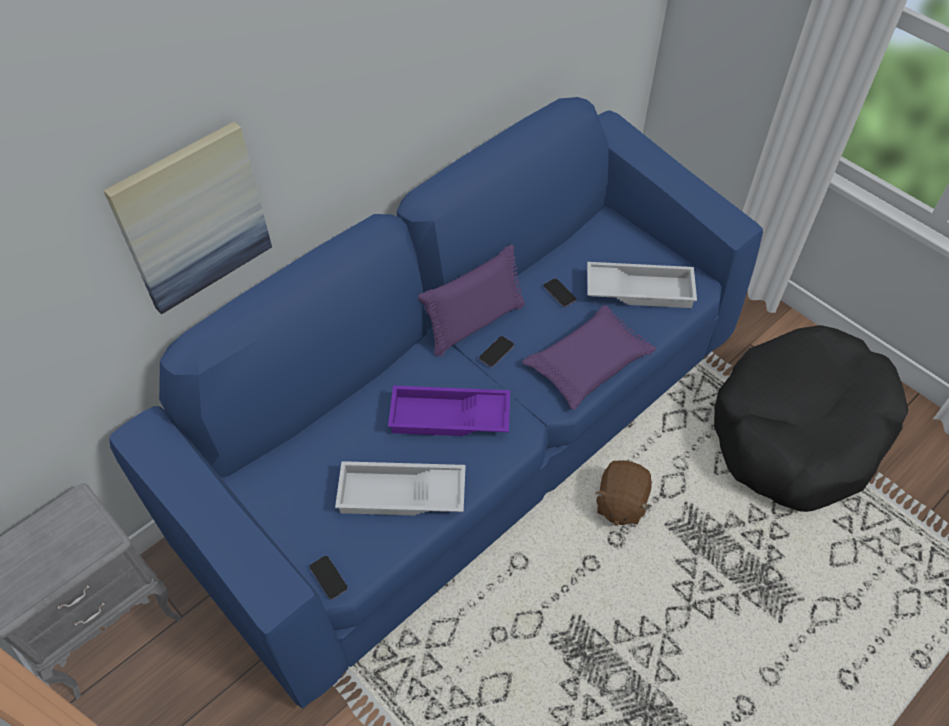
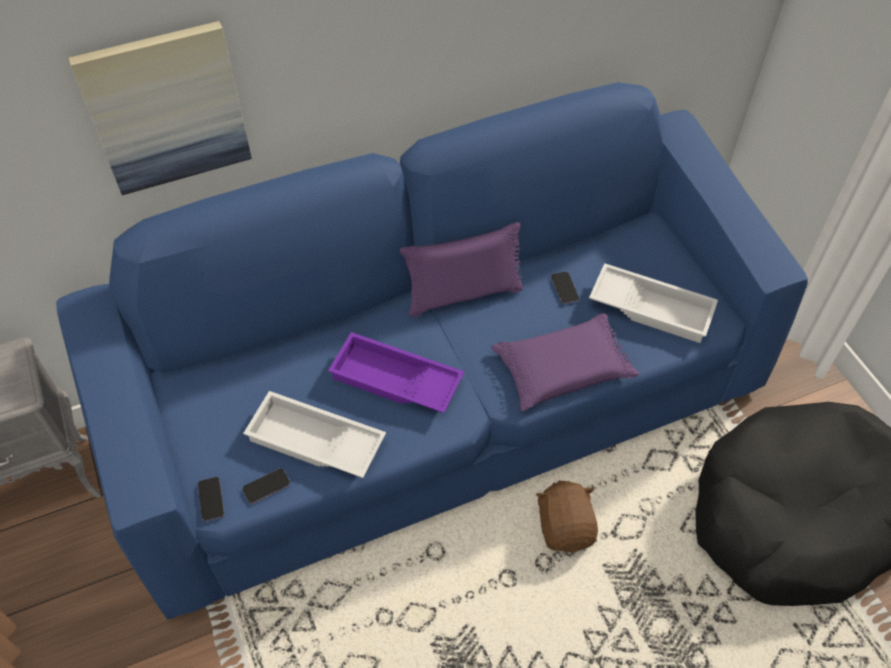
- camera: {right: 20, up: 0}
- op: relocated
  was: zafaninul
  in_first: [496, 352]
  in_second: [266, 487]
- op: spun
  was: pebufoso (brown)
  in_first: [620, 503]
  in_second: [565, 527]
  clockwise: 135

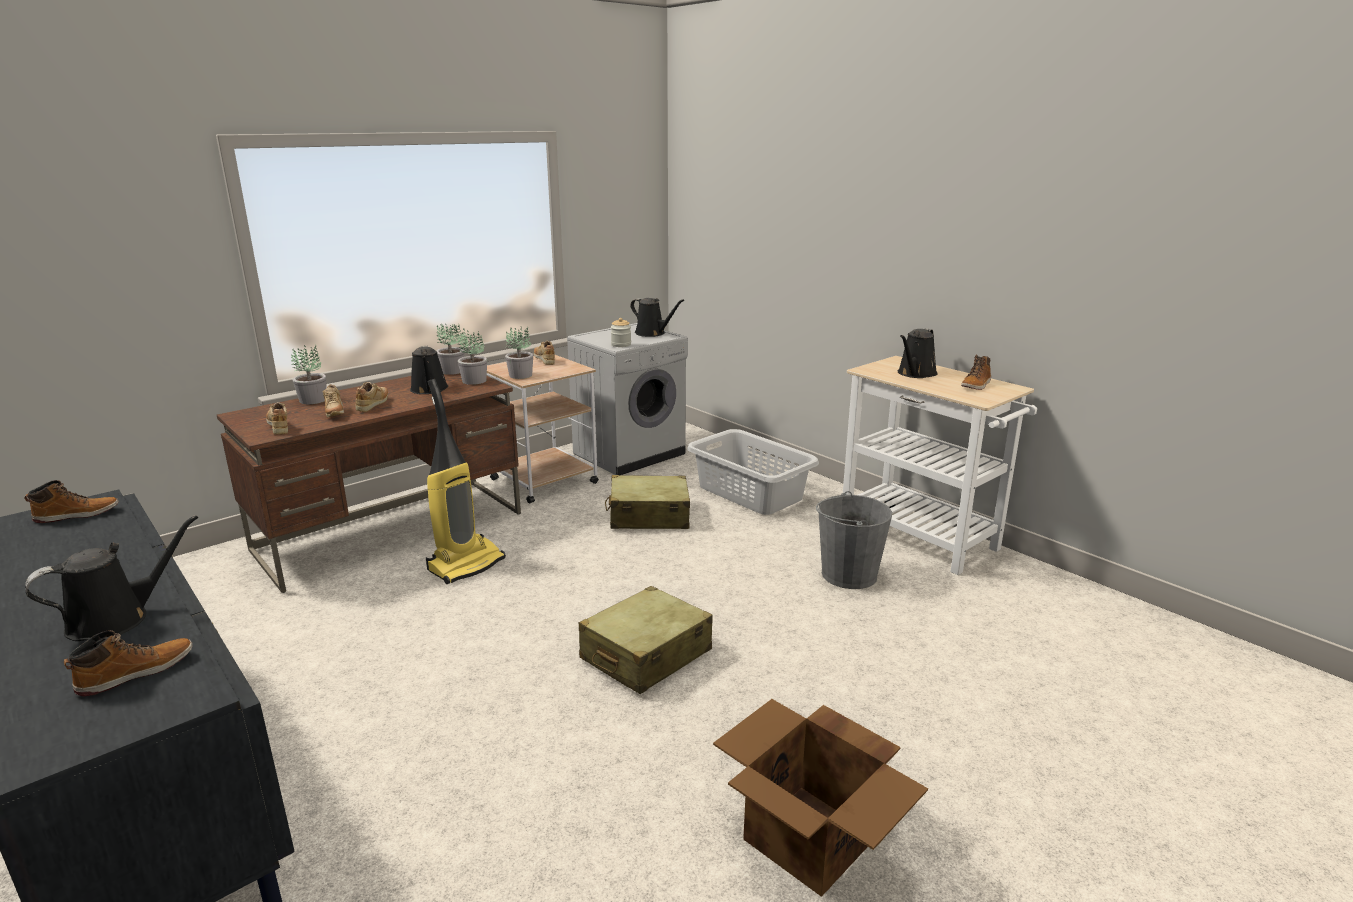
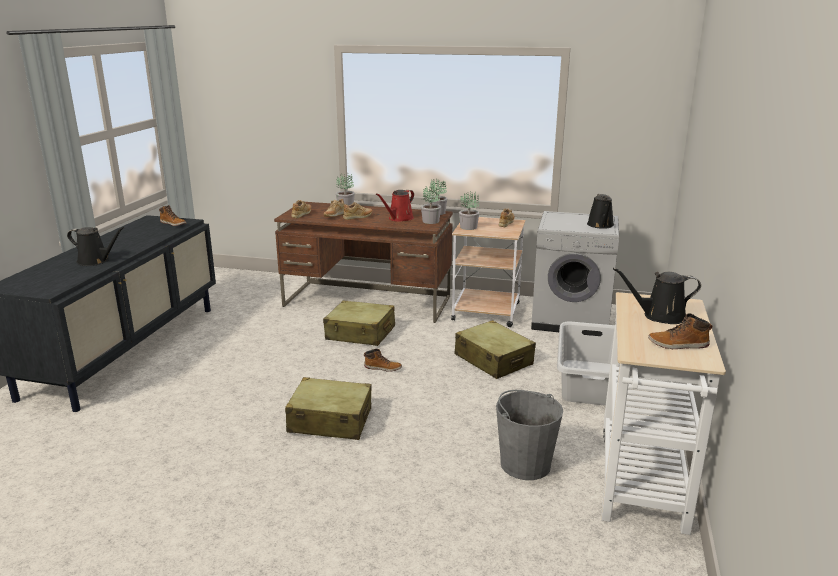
- camera: {right: 55, up: 0}
- op: relocated
  was: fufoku
  in_first: [136, 672]
  in_second: [383, 368]
- op: colour
  was: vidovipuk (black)
  now: vidovipuk (red)
  in_first: [429, 390]
  in_second: [399, 218]
- op: exchanged
  was: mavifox
  now: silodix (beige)
  in_first: [466, 564]
  in_second: [360, 333]
- op: missing
  was: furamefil
  in_first: [621, 345]
- op: missing
  was: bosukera
  in_first: [811, 839]

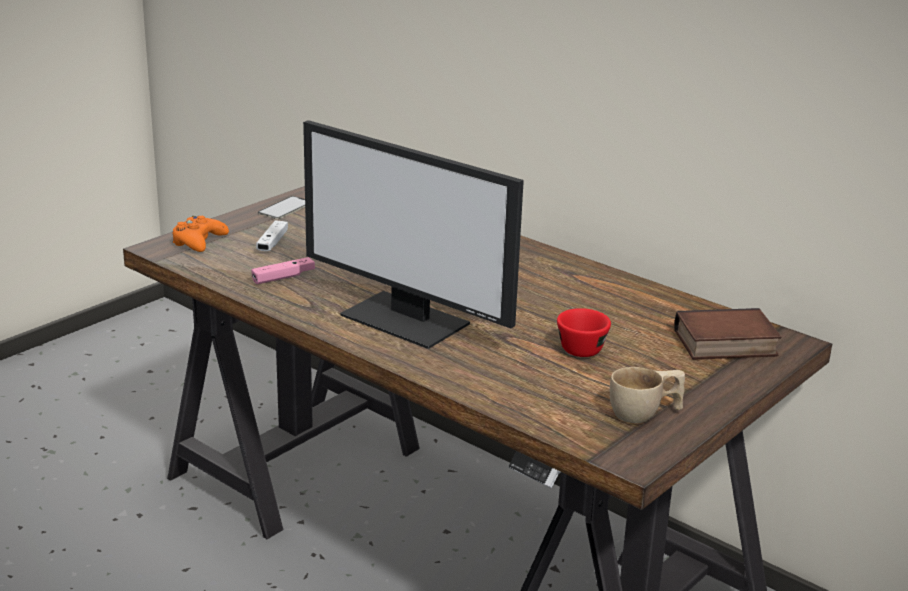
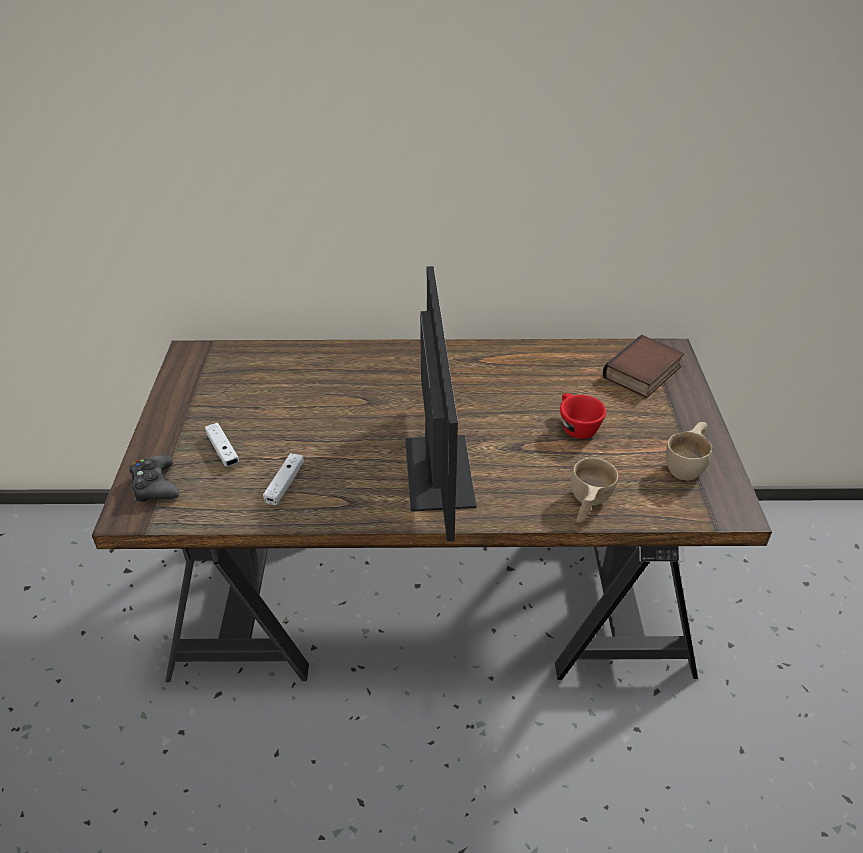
- camera: {right: -40, up: 15}
- op: colour
  was: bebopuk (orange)
  now: bebopuk (black)
  in_first: [199, 242]
  in_second: [155, 485]
- op: colour
  was: bebopuk (pink)
  now: bebopuk (white)
  in_first: [283, 277]
  in_second: [285, 484]
- op: missing
  was: zafaninul
  in_first: [285, 208]
- op: spun
  was: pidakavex
  in_first: [407, 319]
  in_second: [436, 471]
  clockwise: -90
- op: appeared
  now: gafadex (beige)
  in_second: [587, 503]

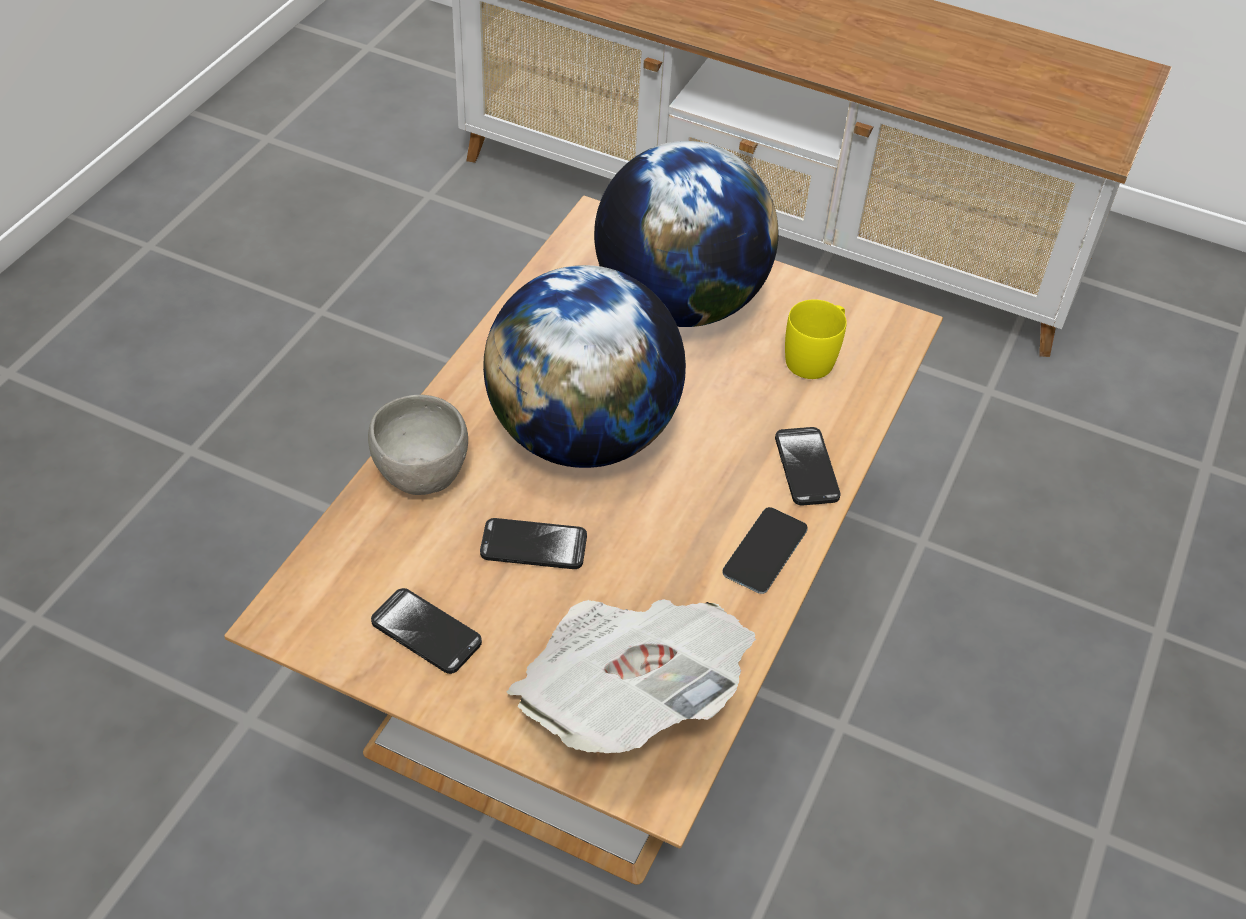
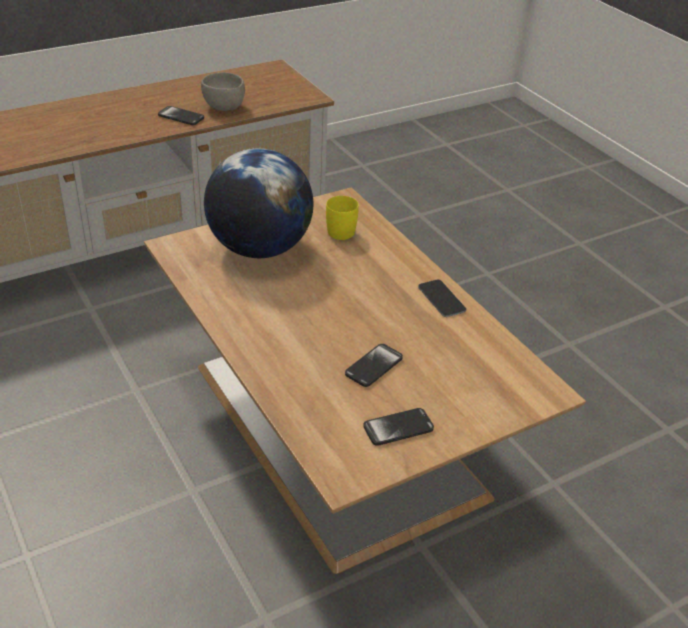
- camera: {right: -55, up: -10}
- op: relocated
  was: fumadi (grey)
  in_first: [419, 474]
  in_second: [224, 107]
- op: missing
  was: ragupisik
  in_first: [582, 434]
- op: missing
  was: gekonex
  in_first: [624, 697]
- op: relocated
  was: zafaninul
  in_first: [806, 468]
  in_second: [181, 117]

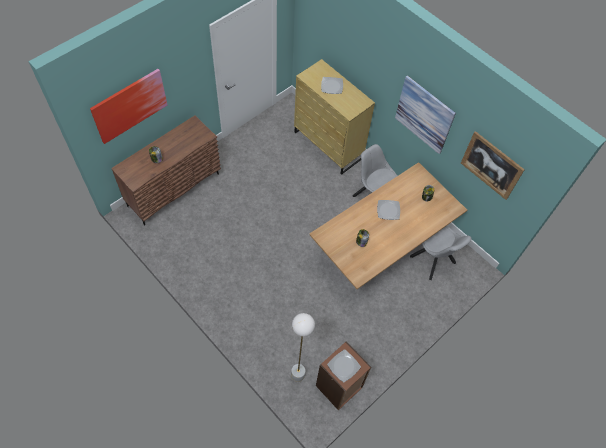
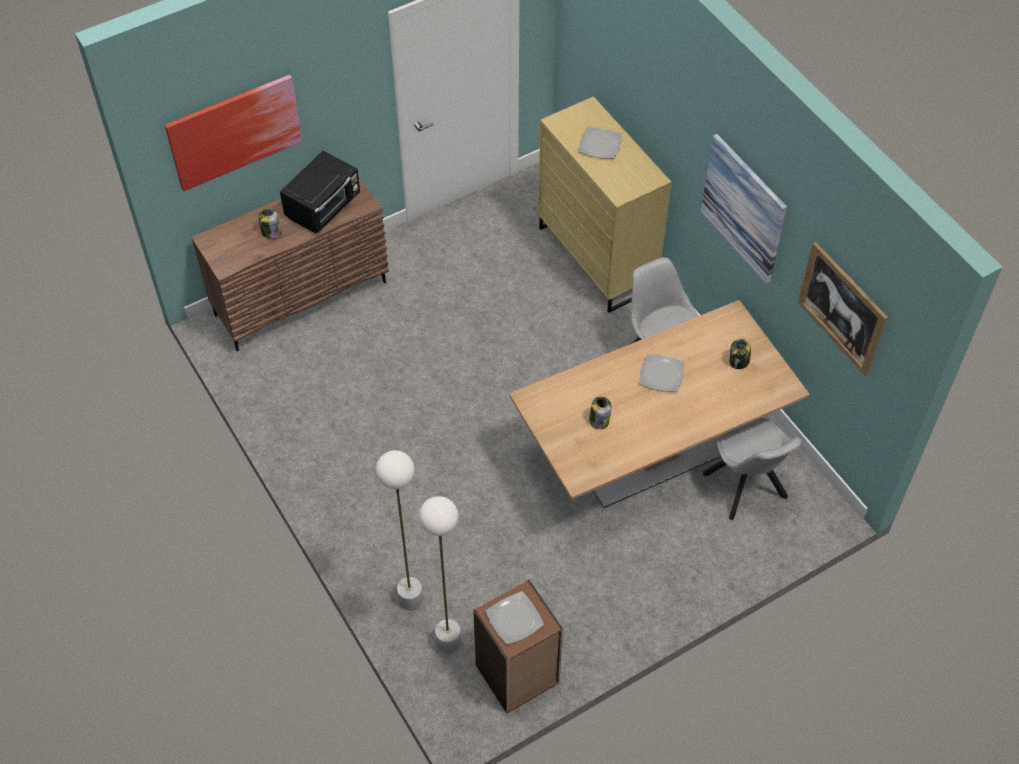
- camera: {right: 15, up: -5}
- op: appeared
  now: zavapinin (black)
  in_second: [324, 207]
- op: appeared
  now: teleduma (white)
  in_second: [410, 599]

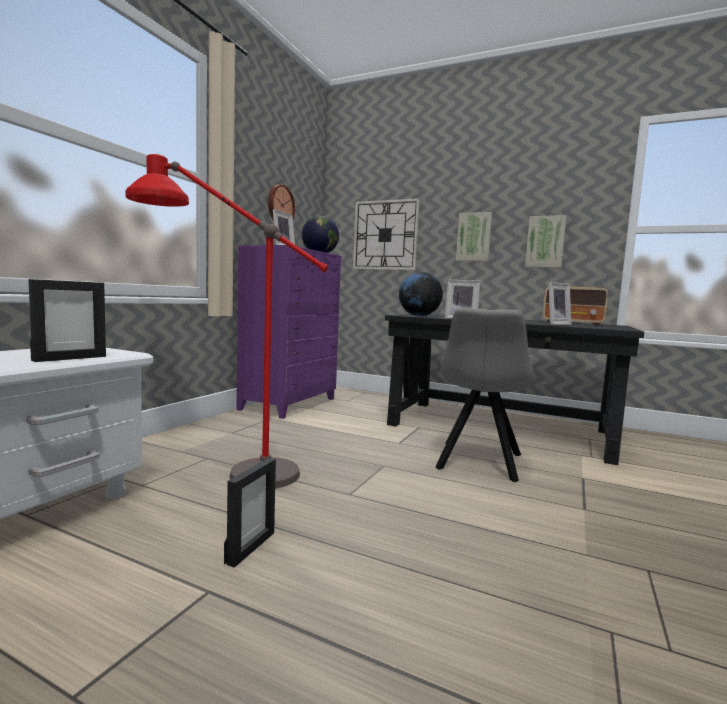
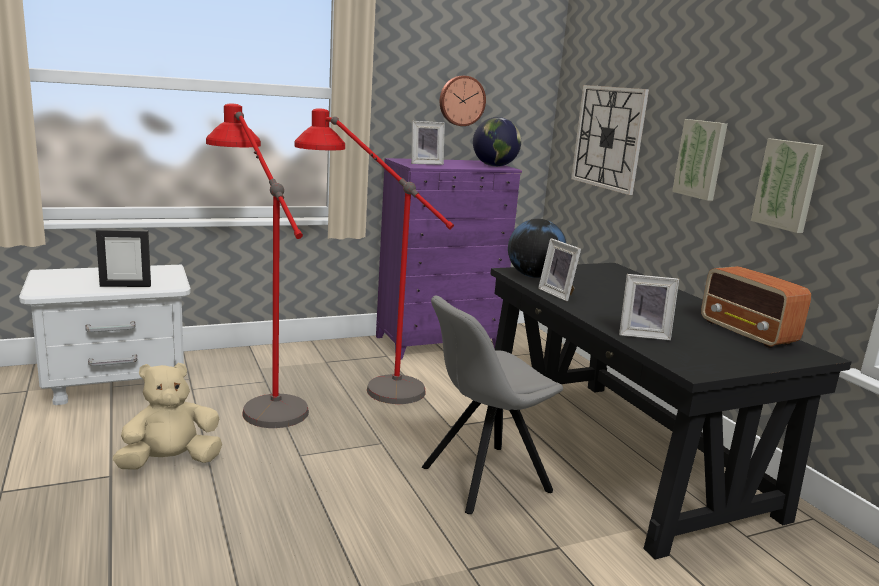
- camera: {right: 40, up: 10}
- op: exchanged
  was: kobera
  now: pebufoso (beige)
  in_first: [250, 547]
  in_second: [170, 462]
- op: appeared
  now: teleduma (red)
  in_second: [362, 379]

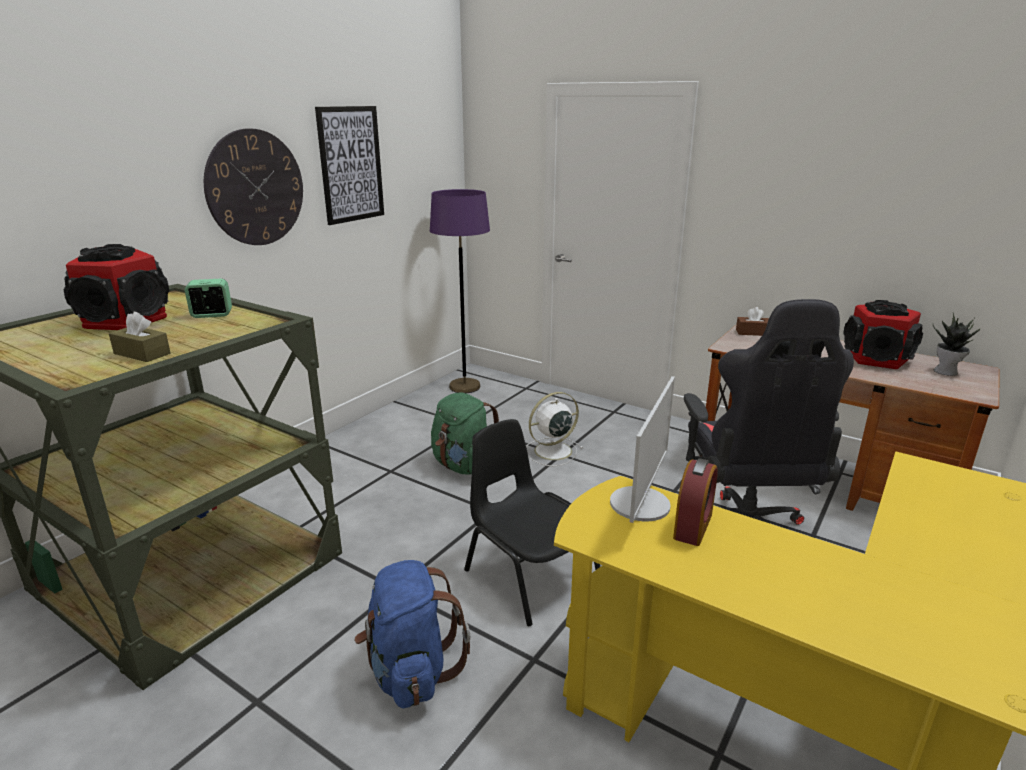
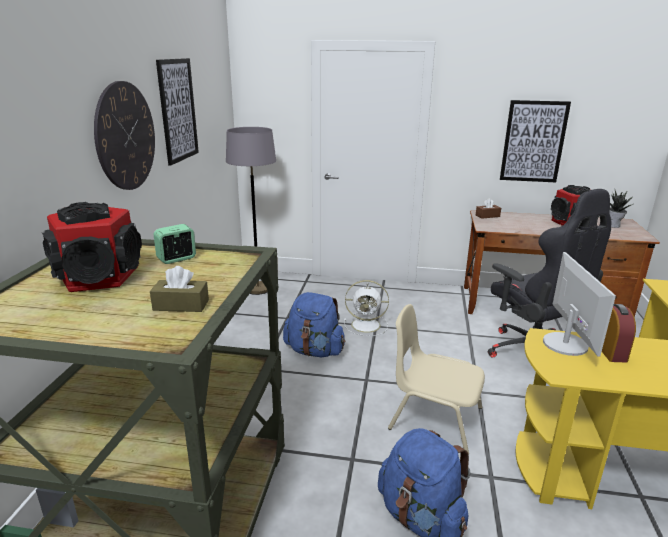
- camera: {right: -25, up: 0}
- op: colour
  was: teleduma (purple)
  now: teleduma (grey)
  in_first: [464, 387]
  in_second: [258, 289]
- op: colour
  was: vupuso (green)
  now: vupuso (blue)
  in_first: [463, 466]
  in_second: [314, 351]
- op: colour
  was: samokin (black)
  now: samokin (beige)
  in_first: [530, 574]
  in_second: [434, 418]
- op: spun
  was: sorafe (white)
  in_first: [551, 451]
  in_second: [367, 325]
  clockwise: -120
- op: appeared
  now: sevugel
  in_second: [533, 141]

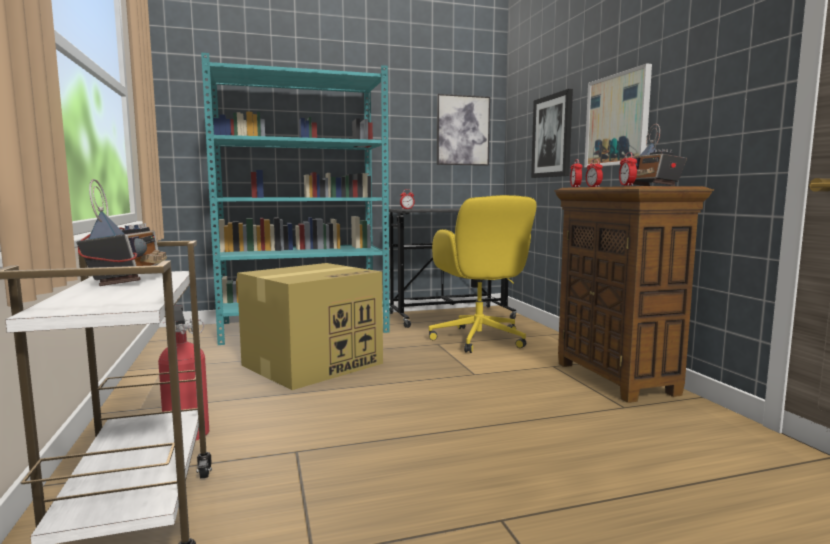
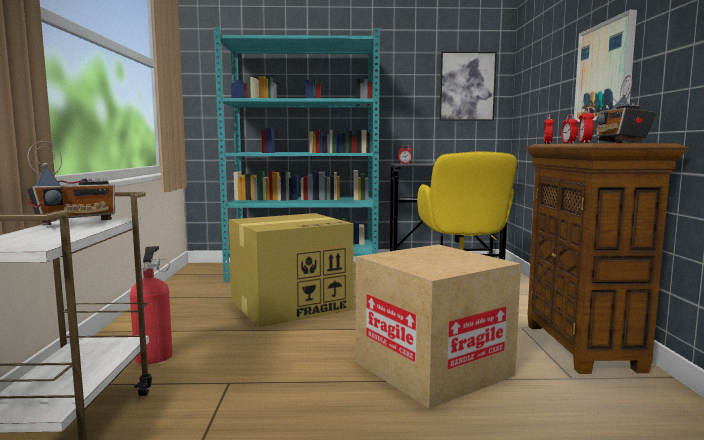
- camera: {right: 15, up: 0}
- op: spun
  was: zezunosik
  in_first: [127, 280]
  in_second: [77, 224]
  clockwise: 45
- op: missing
  was: sevugel
  in_first: [552, 136]
- op: appeared
  now: bosukera
  in_second: [433, 368]

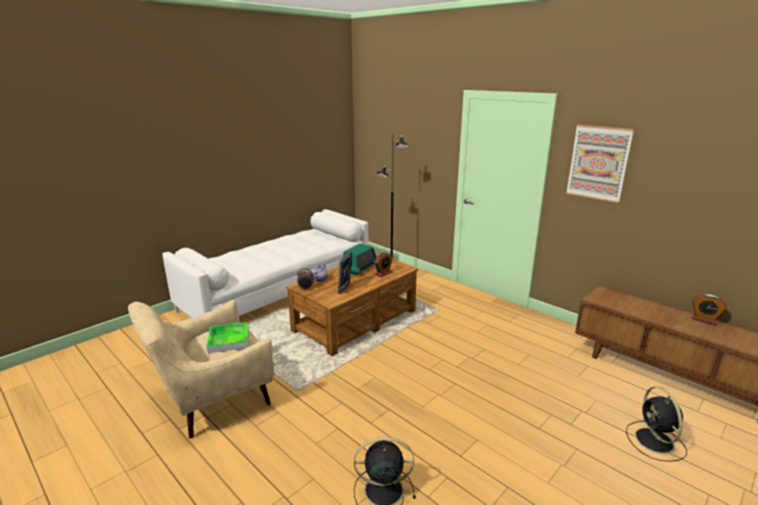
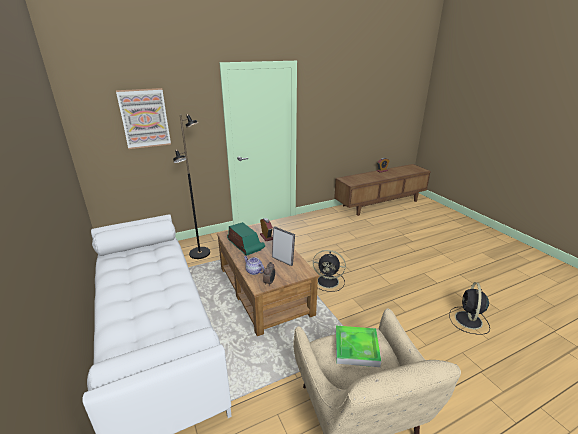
- camera: {right: -70, up: 5}
- op: relocated
  was: sevugel
  in_first: [598, 163]
  in_second: [144, 118]
- op: relocated
  was: sorafe (black)
  in_first: [655, 442]
  in_second: [329, 281]

